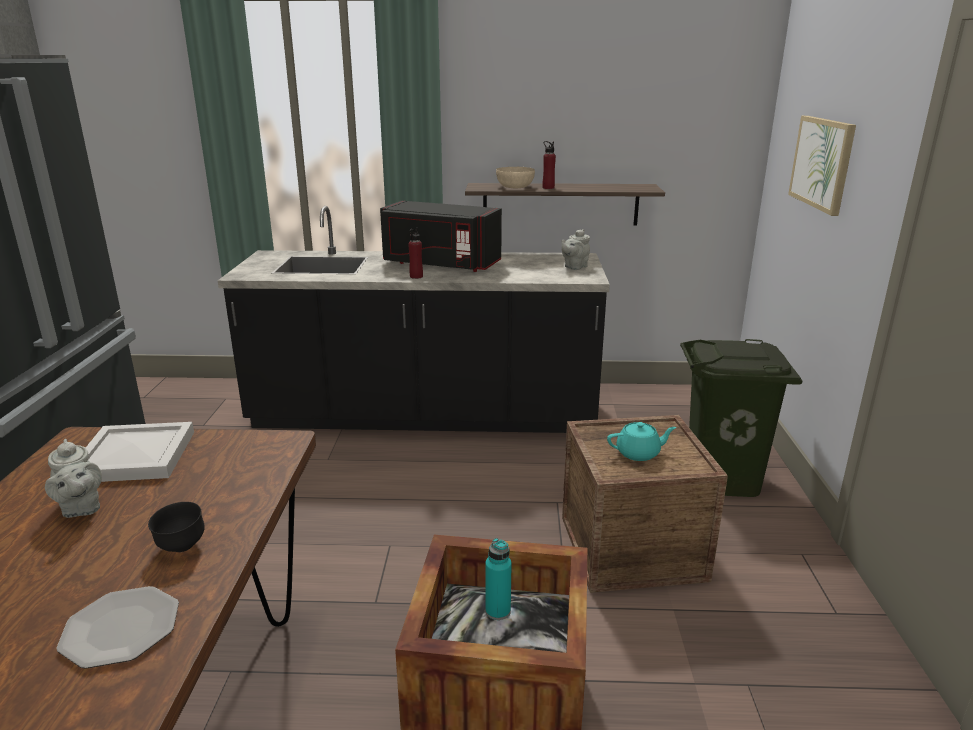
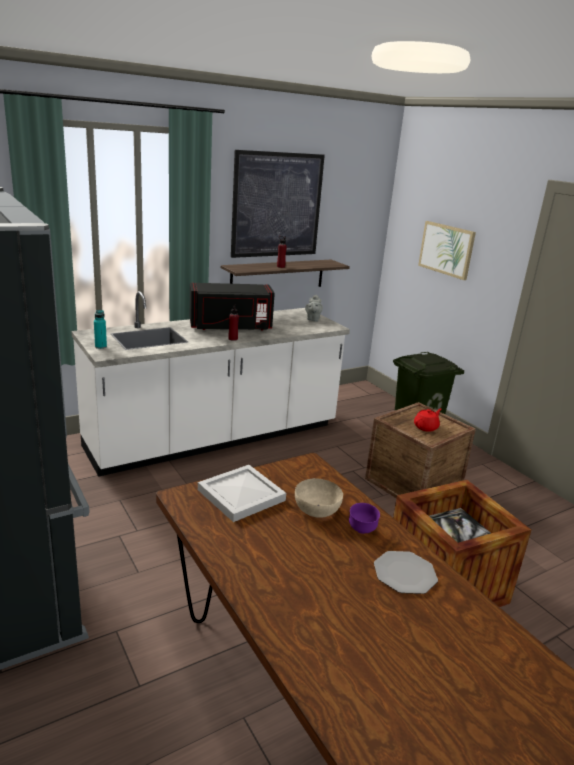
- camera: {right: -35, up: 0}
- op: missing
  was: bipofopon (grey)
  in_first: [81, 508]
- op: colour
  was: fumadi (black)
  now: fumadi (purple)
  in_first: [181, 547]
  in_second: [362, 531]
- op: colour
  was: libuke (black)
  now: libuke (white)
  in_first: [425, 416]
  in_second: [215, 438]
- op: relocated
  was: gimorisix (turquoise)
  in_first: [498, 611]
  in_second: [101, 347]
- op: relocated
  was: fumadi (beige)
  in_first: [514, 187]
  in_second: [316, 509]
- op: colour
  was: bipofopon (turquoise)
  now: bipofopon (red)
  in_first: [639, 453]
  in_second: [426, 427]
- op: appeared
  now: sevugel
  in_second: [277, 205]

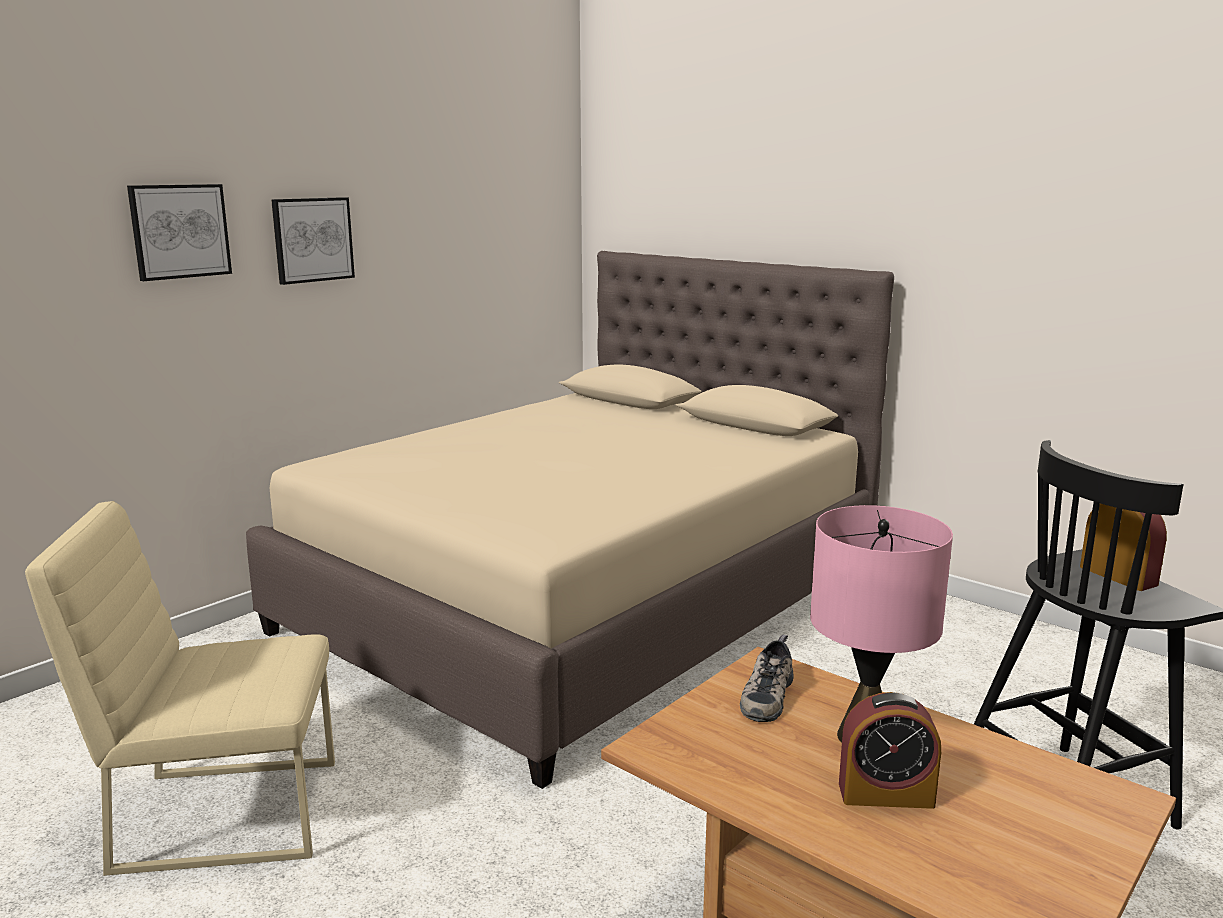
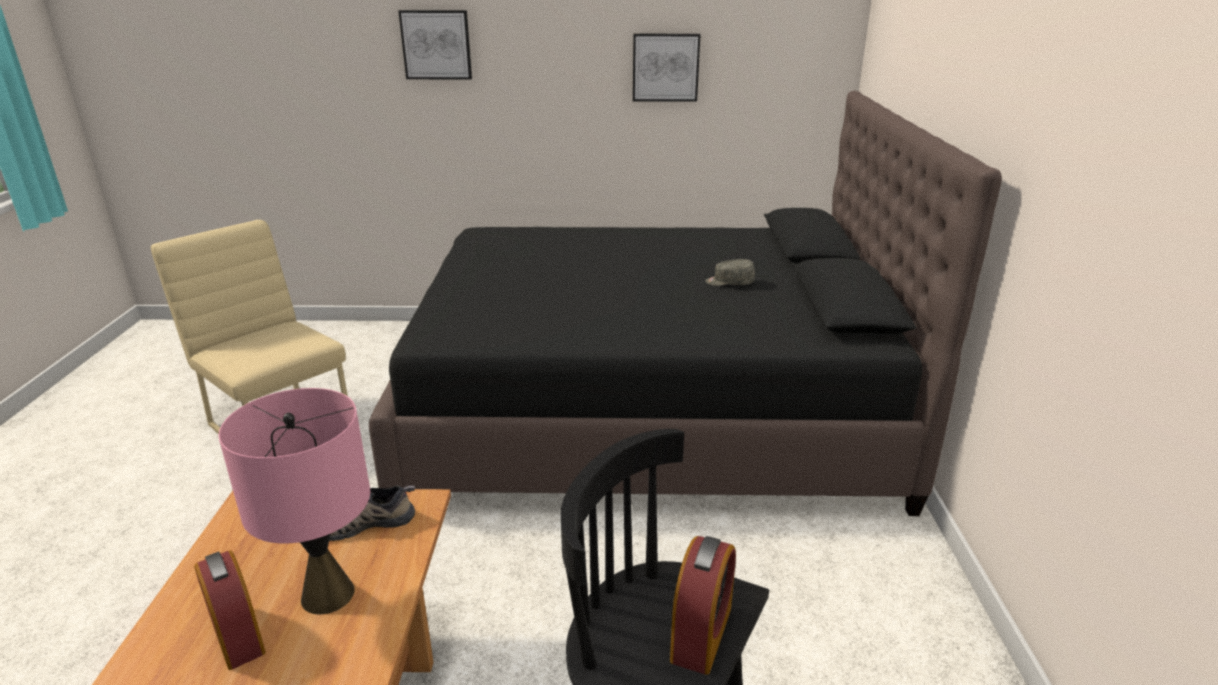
- camera: {right: 50, up: 10}
- op: colour
  was: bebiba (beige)
  now: bebiba (black)
  in_first: [585, 602]
  in_second: [648, 409]
- op: relocated
  was: sevugel
  in_first: [312, 239]
  in_second: [665, 67]
- op: appeared
  now: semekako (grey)
  in_second: [729, 282]

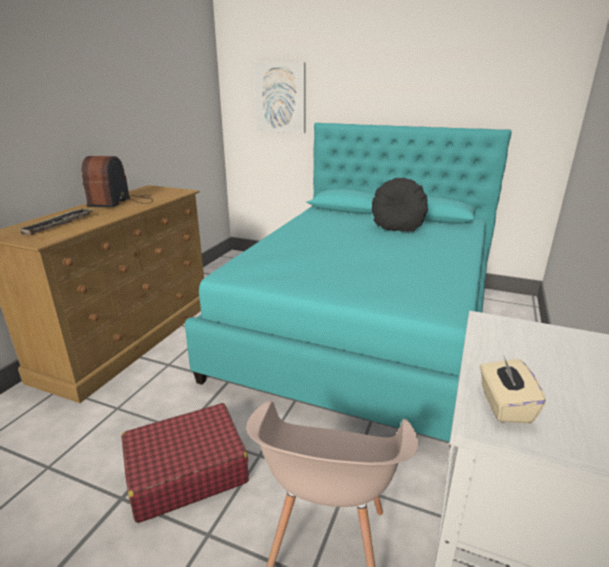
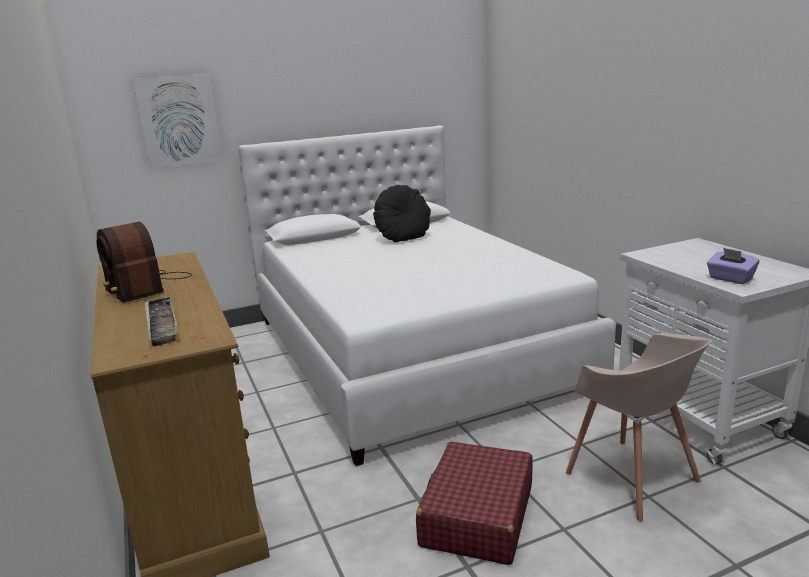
- camera: {right: -45, up: -5}
- op: colour
  was: bebiba (turquoise)
  now: bebiba (white)
  in_first: [363, 327]
  in_second: [412, 351]
- op: colour
  was: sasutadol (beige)
  now: sasutadol (purple)
  in_first: [504, 405]
  in_second: [730, 279]

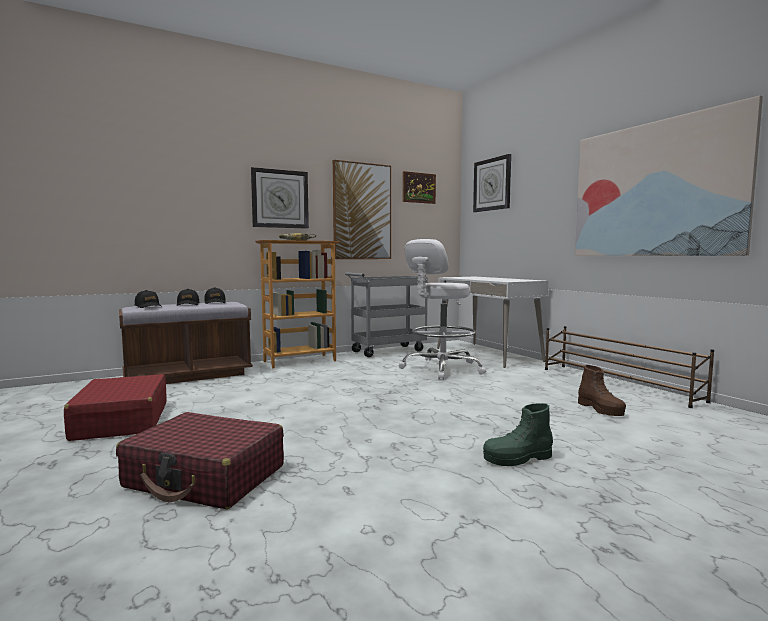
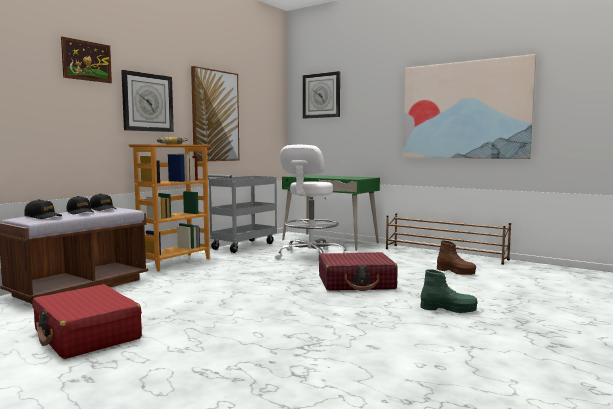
- camera: {right: -25, up: 0}
- op: relocated
  was: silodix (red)
  in_first: [206, 477]
  in_second: [356, 283]
- op: relocated
  was: sevugel
  in_first: [419, 188]
  in_second: [86, 61]
- op: colour
  was: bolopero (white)
  now: bolopero (green)
  in_first: [488, 354]
  in_second: [329, 241]
- op: spun
  was: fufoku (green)
  in_first: [517, 459]
  in_second: [448, 309]
  clockwise: -120

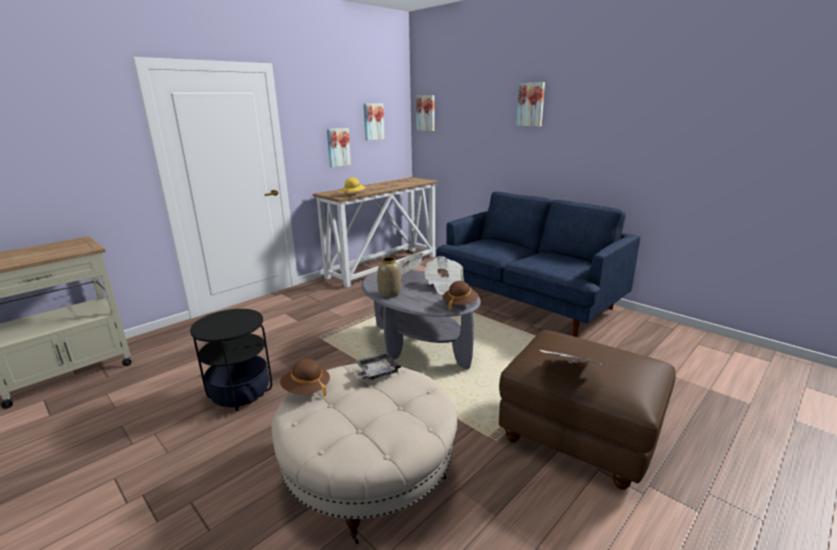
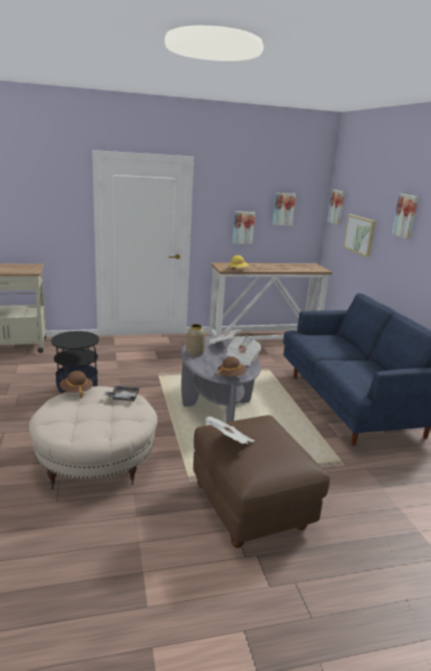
- camera: {right: 30, up: 0}
- op: appeared
  now: sevugel
  in_second: [359, 235]

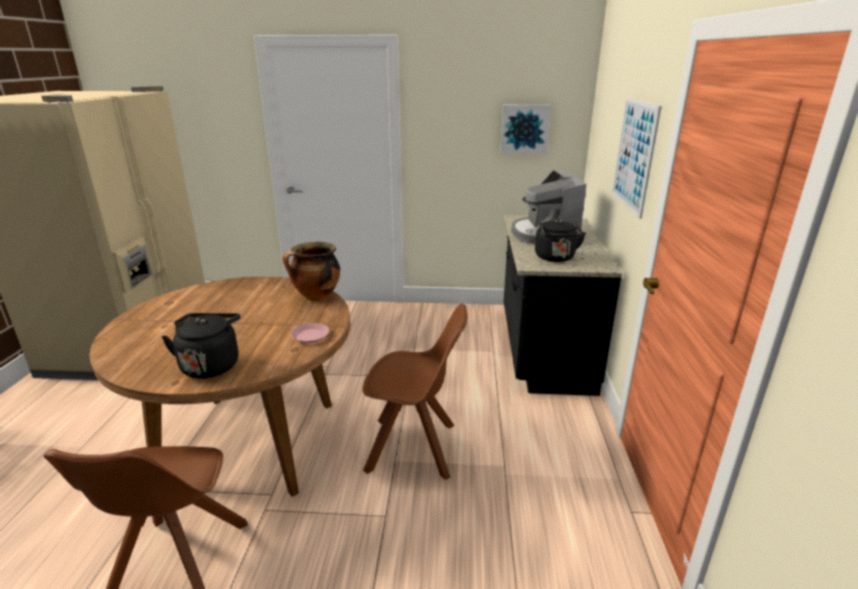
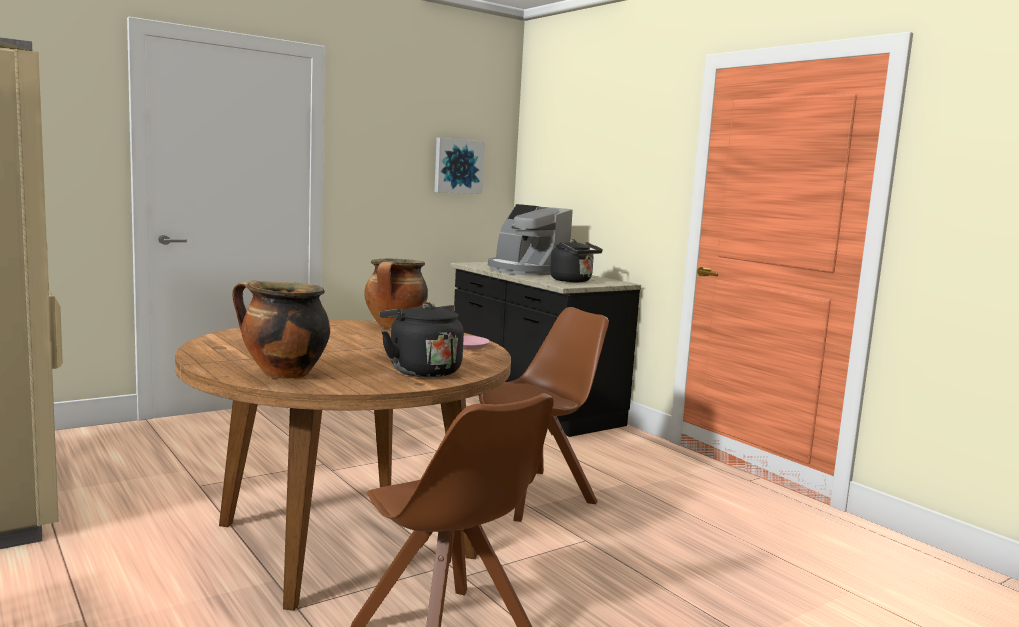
- camera: {right: -40, up: -15}
- op: missing
  was: sevugel
  in_first: [634, 155]
- op: appeared
  now: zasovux
  in_second: [283, 374]

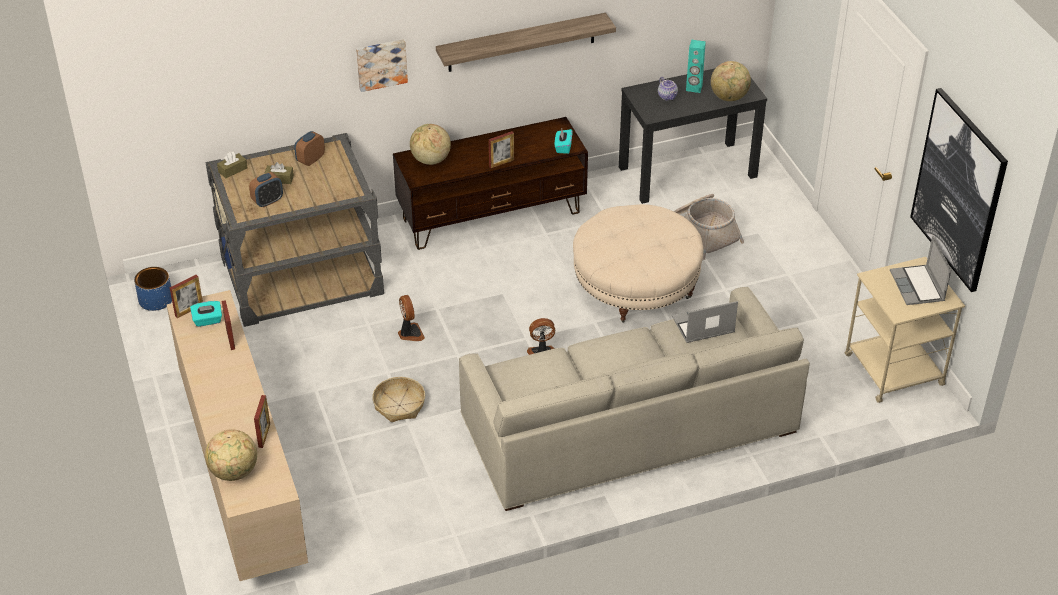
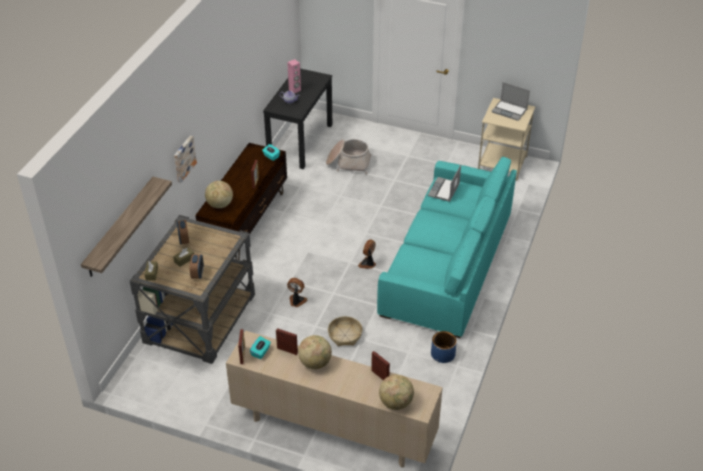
- camera: {right: -50, up: 0}
- op: relocated
  was: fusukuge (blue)
  in_first: [155, 300]
  in_second: [443, 354]
- op: relocated
  was: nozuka
  in_first: [521, 42]
  in_second: [120, 227]
- op: colour
  was: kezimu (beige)
  now: kezimu (turquoise)
  in_first: [628, 424]
  in_second: [447, 263]
- op: missing
  was: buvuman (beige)
  in_first: [635, 287]
- op: colour
  was: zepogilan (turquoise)
  now: zepogilan (pink)
  in_first: [694, 88]
  in_second: [294, 90]
- op: relocated
  was: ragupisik
  in_first: [729, 97]
  in_second: [315, 362]
- op: missing
  was: sevugel
  in_first: [959, 190]

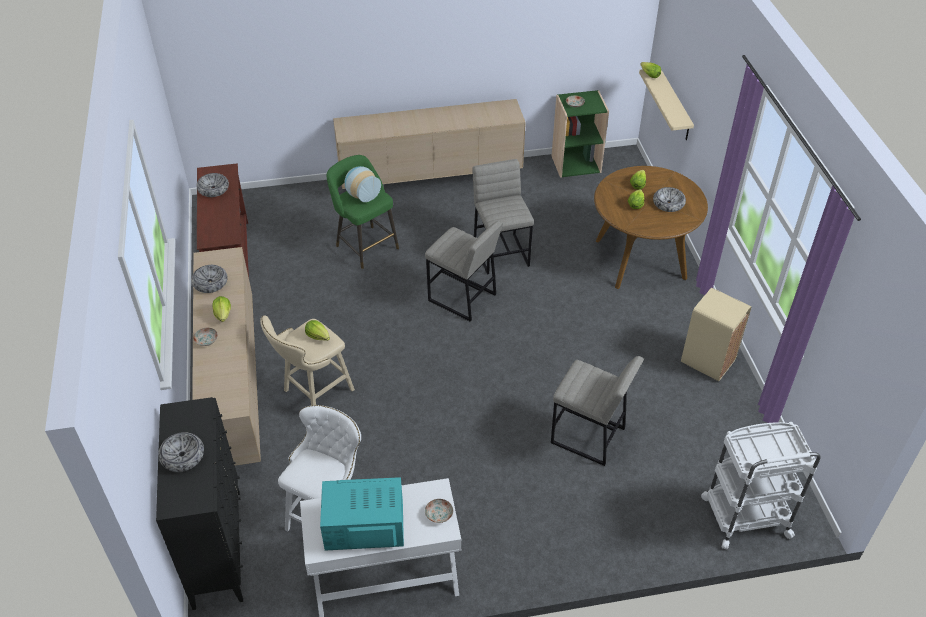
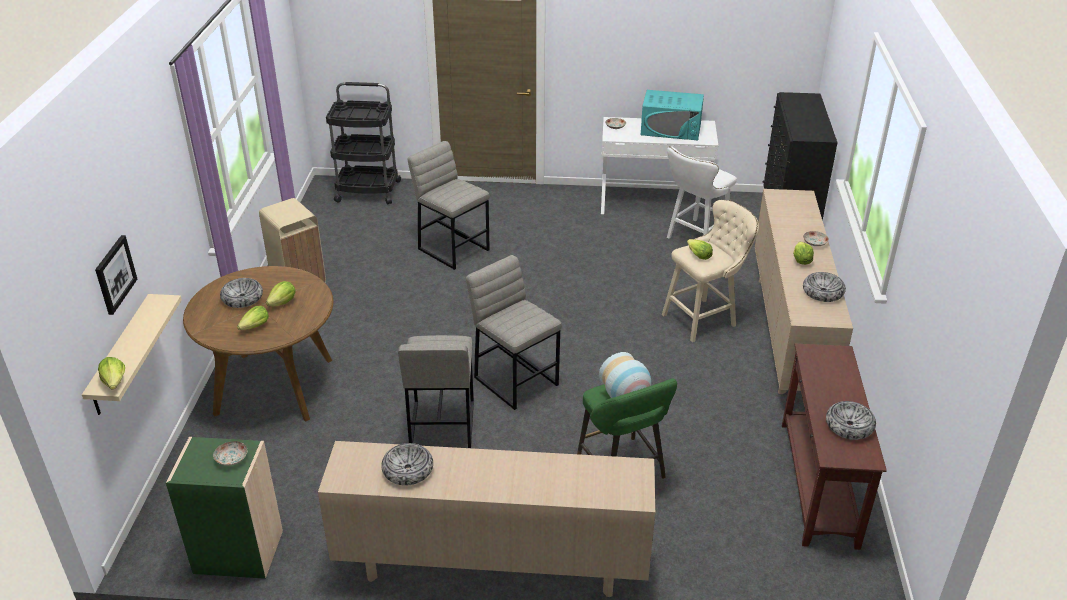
- camera: {right: -165, up: -10}
- op: relocated
  was: fumadi
  in_first: [182, 456]
  in_second: [408, 470]
- op: colour
  was: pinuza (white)
  now: pinuza (black)
  in_first: [745, 516]
  in_second: [367, 191]
- op: appeared
  now: sevugel
  in_second: [114, 274]

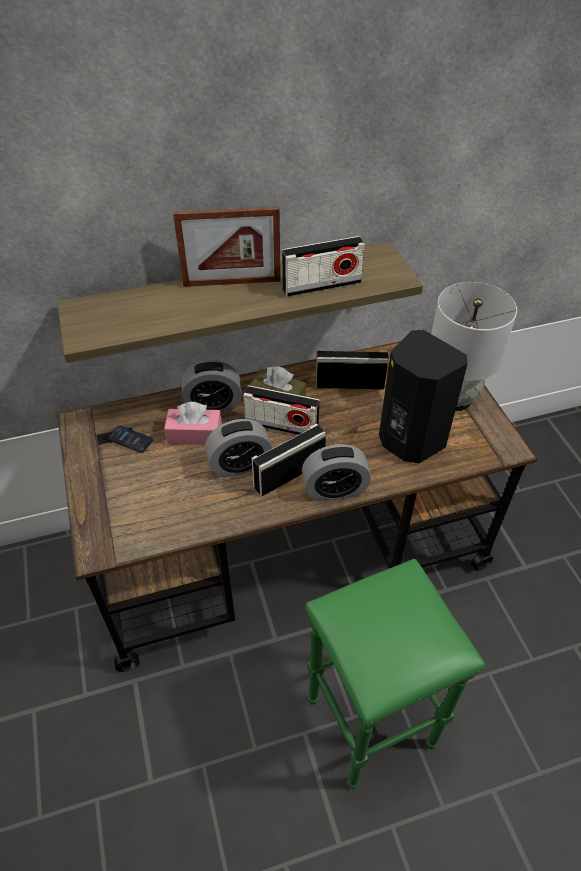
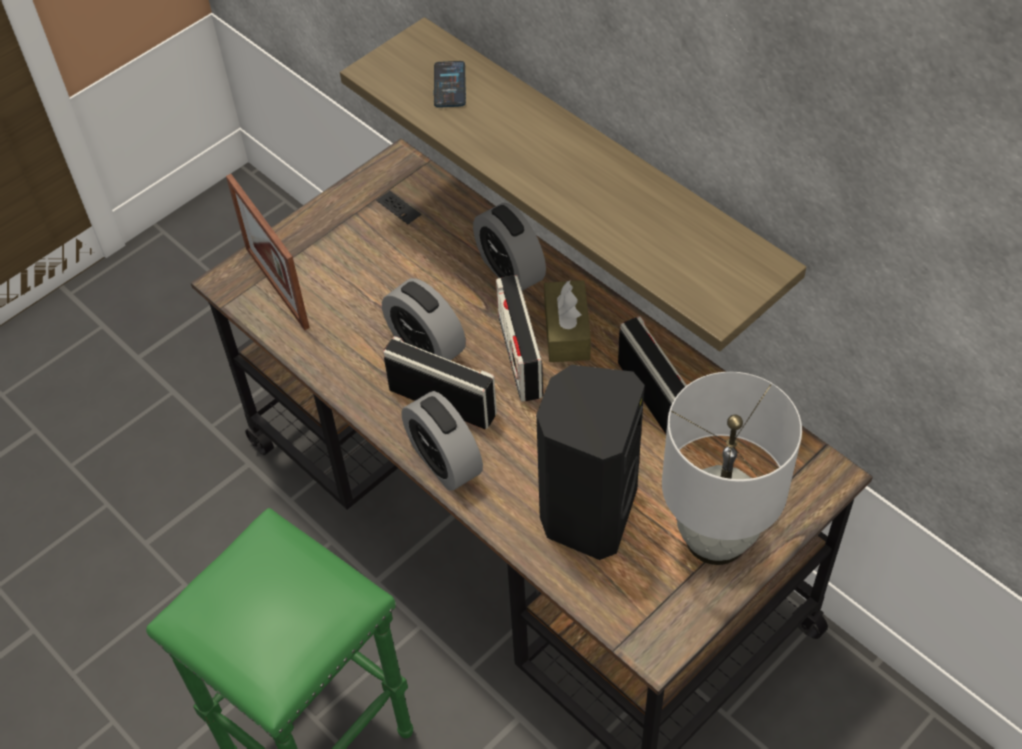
- camera: {right: 65, up: 5}
- op: relocated
  was: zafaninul
  in_first: [130, 439]
  in_second: [449, 85]
- op: missing
  was: sasutadol (pink)
  in_first: [194, 434]
- op: relocated
  was: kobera
  in_first: [232, 282]
  in_second: [277, 287]
- op: missing
  was: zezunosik
  in_first: [322, 285]

